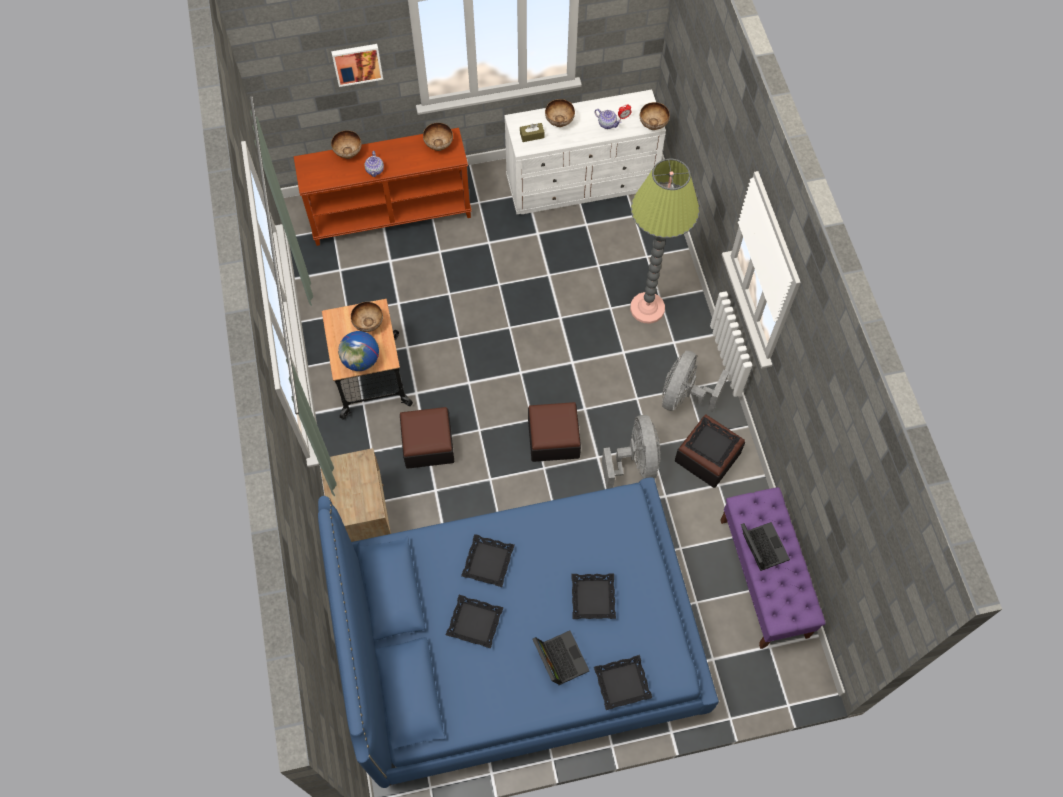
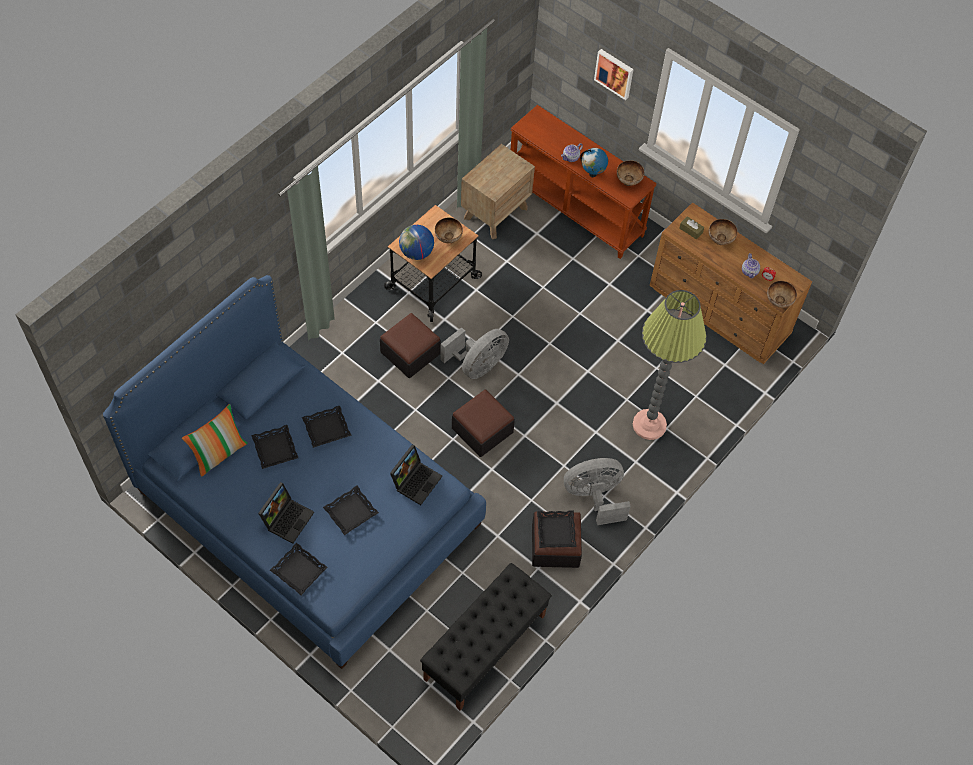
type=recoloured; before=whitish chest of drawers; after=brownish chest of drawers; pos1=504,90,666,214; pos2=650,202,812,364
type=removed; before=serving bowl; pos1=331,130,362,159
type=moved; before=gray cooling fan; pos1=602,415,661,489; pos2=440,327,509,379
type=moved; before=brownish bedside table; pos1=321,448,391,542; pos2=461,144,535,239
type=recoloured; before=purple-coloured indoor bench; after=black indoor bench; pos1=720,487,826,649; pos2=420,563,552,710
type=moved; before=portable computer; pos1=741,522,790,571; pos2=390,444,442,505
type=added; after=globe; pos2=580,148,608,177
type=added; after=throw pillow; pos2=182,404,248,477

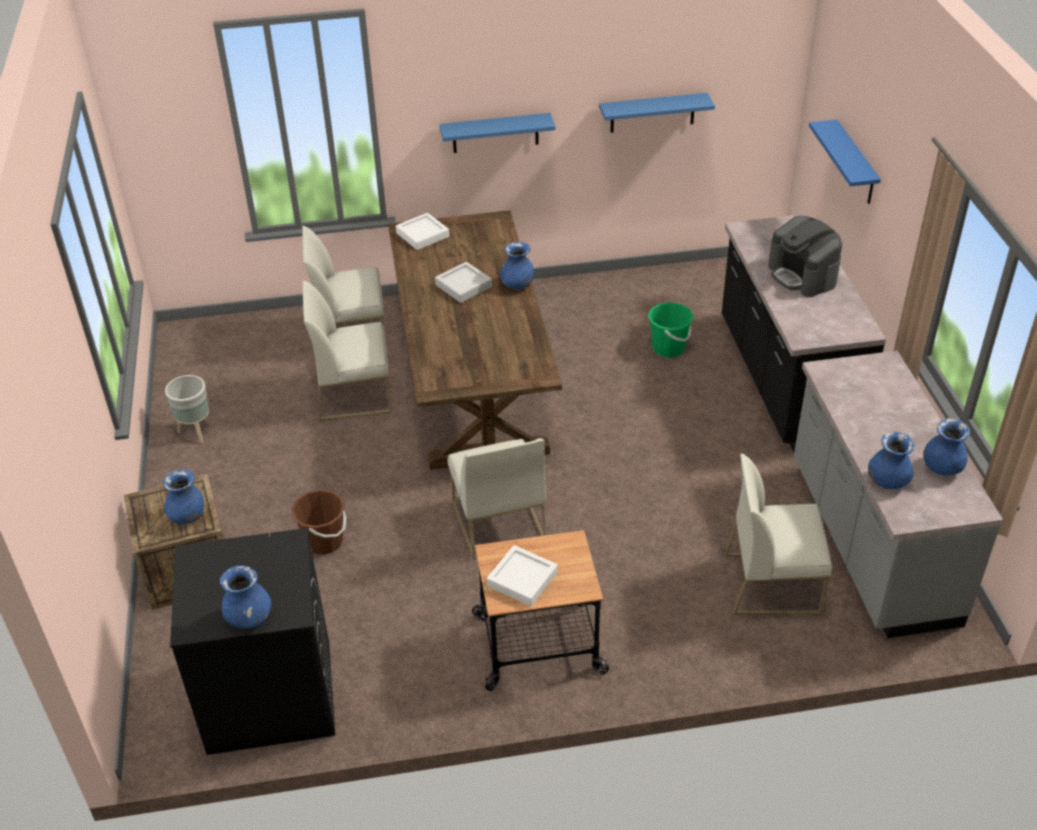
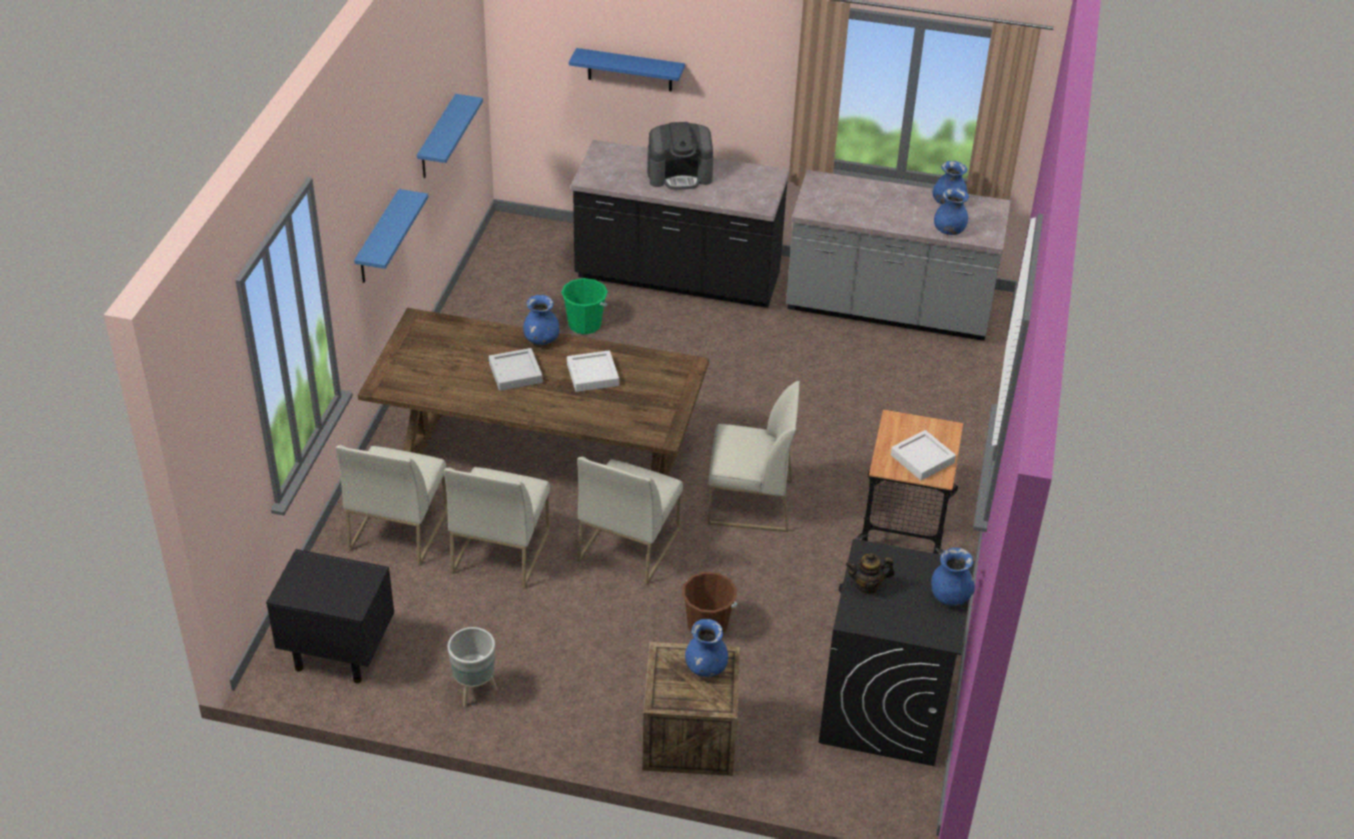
type=moved; before=whitish carrying tray; pos1=396,213,449,250; pos2=567,350,619,392
type=moved; before=whitish upright chair; pos1=725,454,832,615; pos2=577,457,683,585
type=added; after=black bedside table; pos2=266,549,394,683
type=added; after=tea pot; pos2=846,553,895,594

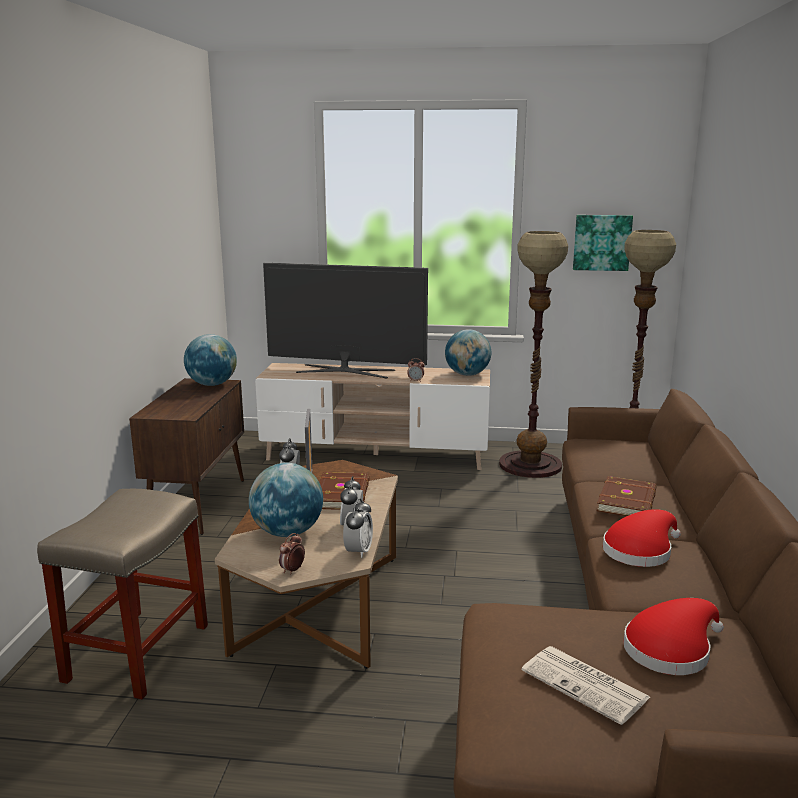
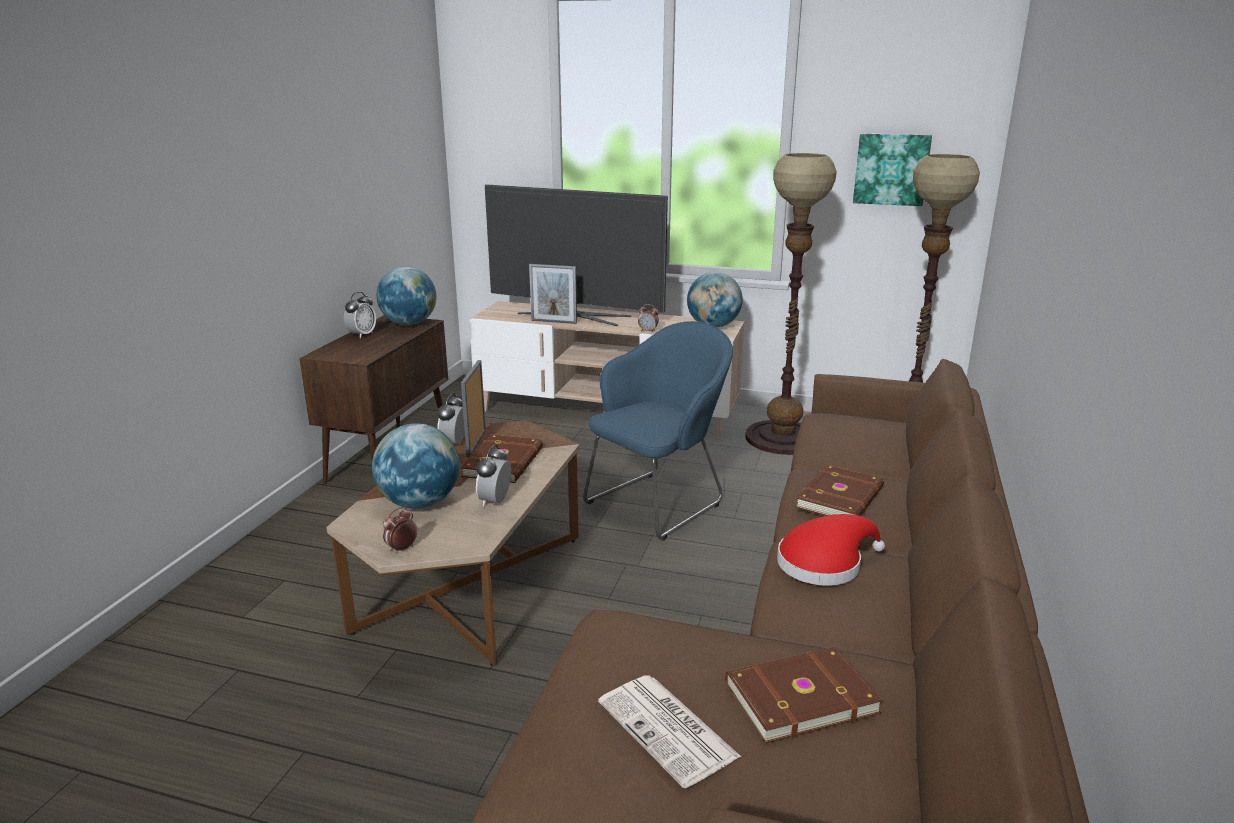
type=removed; before=beige sitting stool; pos1=37,489,208,699
type=moved; before=table clock; pos1=343,499,373,558; pos2=344,292,376,338
type=replaced; before=reddish hat; after=brownish bound book; pos1=623,598,724,675; pos2=725,647,883,744
type=added; after=picture frame; pos2=529,264,577,324
type=added; after=blue lounge chair; pos2=583,321,733,541

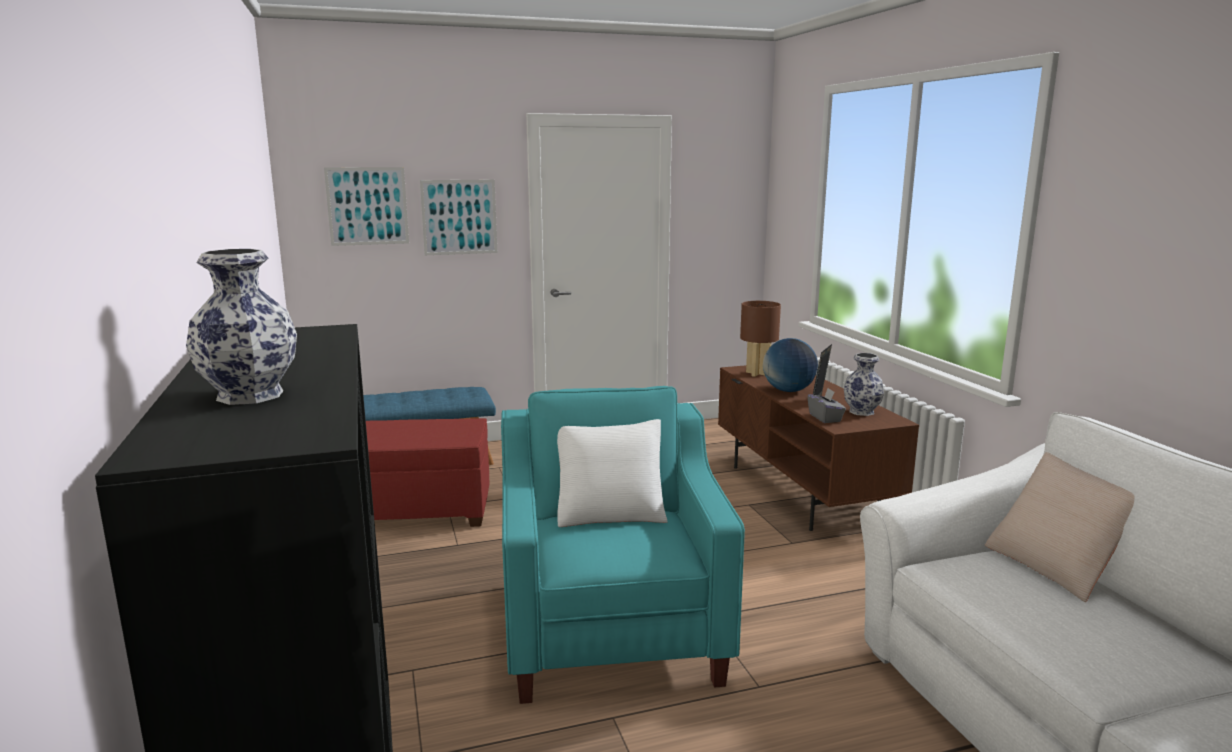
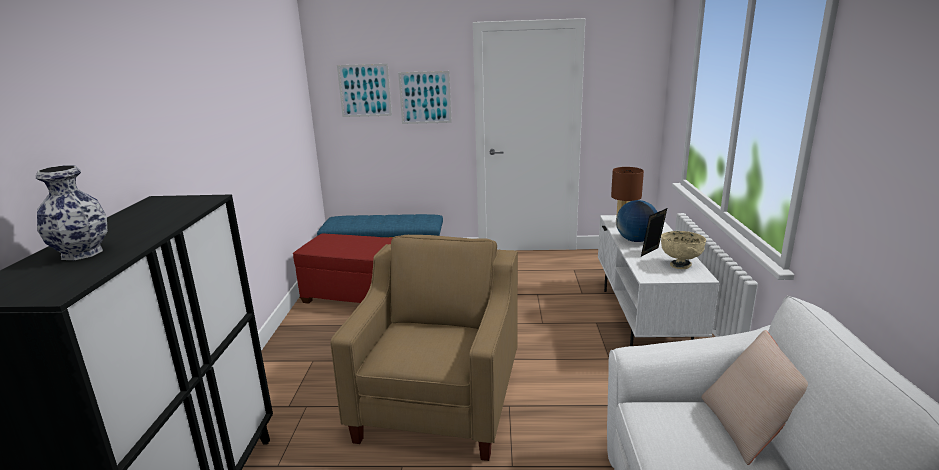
type=replaced; before=flower vase; after=beige serving bowl; pos1=844,353,884,416; pos2=661,231,706,269
type=recoloured; before=brownish tv unit; after=whitish tv unit; pos1=718,365,919,531; pos2=598,215,720,346
type=recoloured; before=turquoise-coloured lounge chair; after=beige lounge chair; pos1=501,386,745,704; pos2=330,235,518,461
type=removed; before=gray box of tissues; pos1=807,388,846,423
type=removed; before=whitish throw pillow; pos1=557,419,668,527

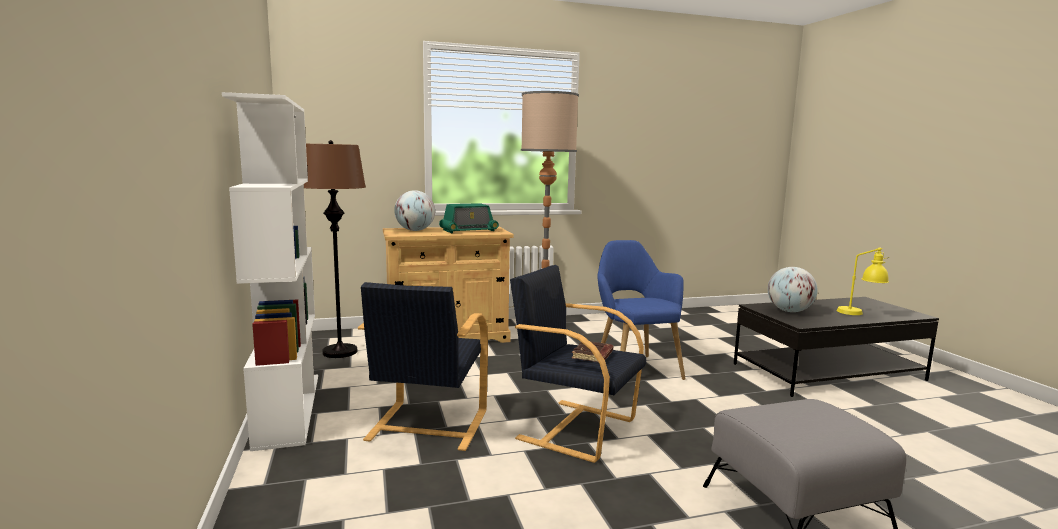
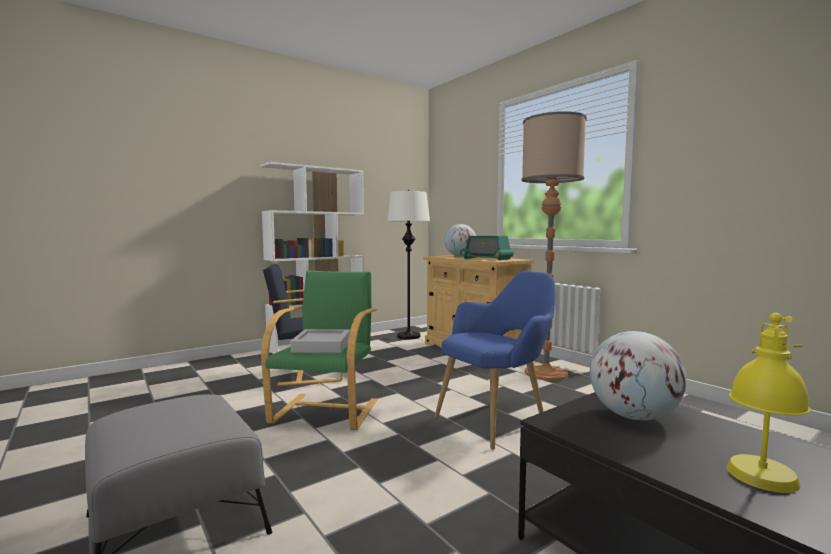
type=recoloured; before=brownish standard lamp; after=whitish standard lamp; pos1=304,140,366,358; pos2=387,190,430,340
type=recoloured; before=black lounge chair; after=green lounge chair; pos1=510,265,646,463; pos2=261,271,377,430
type=replaced; before=brownish bound book; after=gray carrying tray; pos1=572,342,613,363; pos2=290,329,350,353

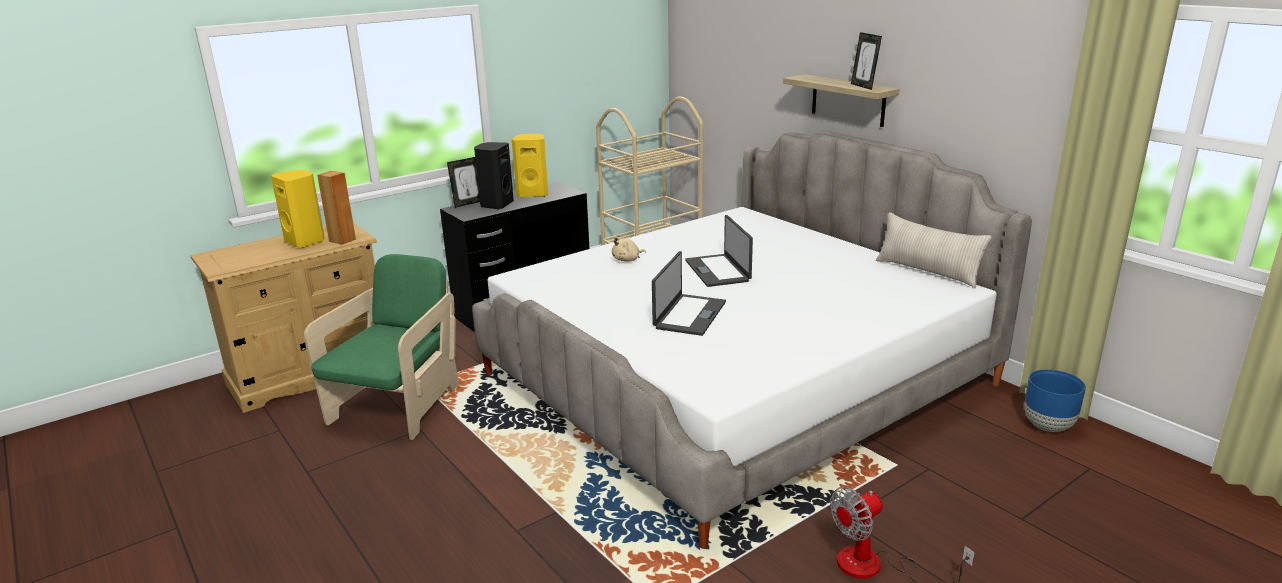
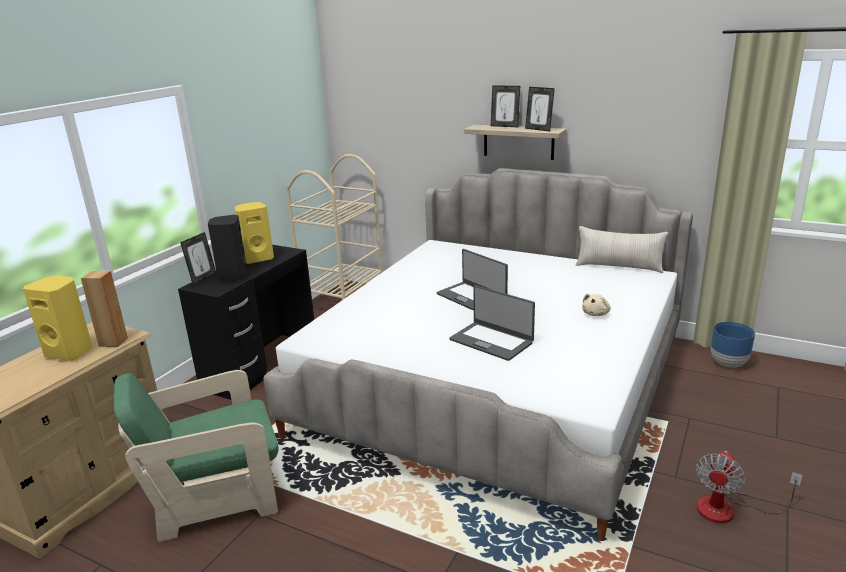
type=moved; before=beige soft toy; pos1=612,236,646,262; pos2=582,294,611,316
type=turned; before=portable computer; pos1=652,251,726,336; pos2=449,285,535,361; turn=135
type=turned; before=green lounge chair; pos1=304,254,459,440; pos2=114,370,278,542; turn=-105
type=added; after=picture frame; pos2=491,85,520,127

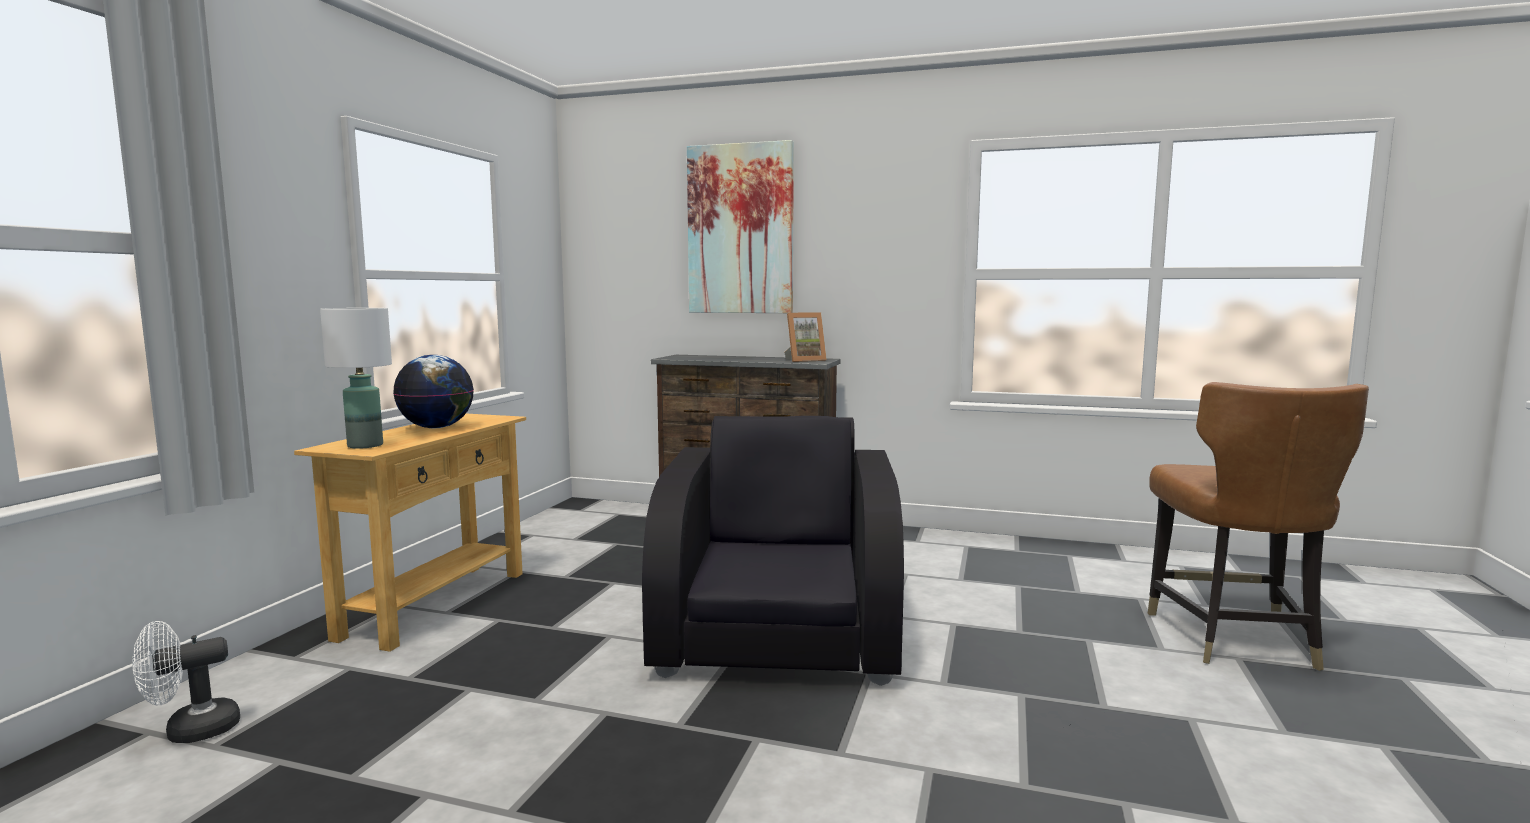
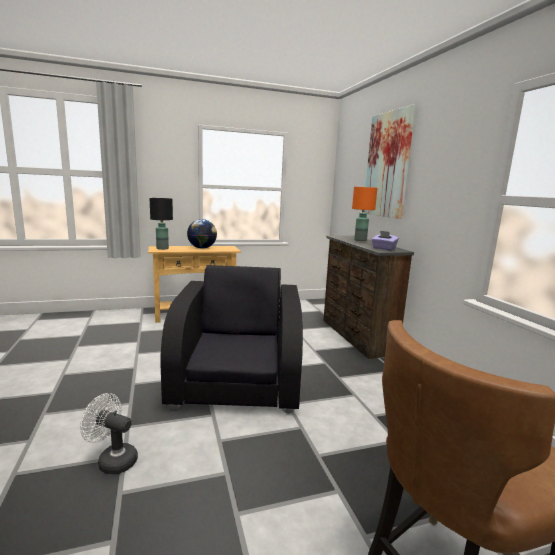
type=recoloured; before=whitish lamp for a table; after=black lamp for a table; pos1=320,308,392,449; pos2=150,198,173,250
type=replaced; before=picture frame; after=purple-coloured box of tissues; pos1=784,312,827,362; pos2=372,231,399,250
type=turned; before=black lounge chair; pos1=642,416,904,686; pos2=160,265,303,414; turn=-60
type=moved; before=whitish cooling fan; pos1=132,621,240,743; pos2=80,393,138,475
type=added; after=orange-coloured lamp for a table; pos2=352,187,377,241

